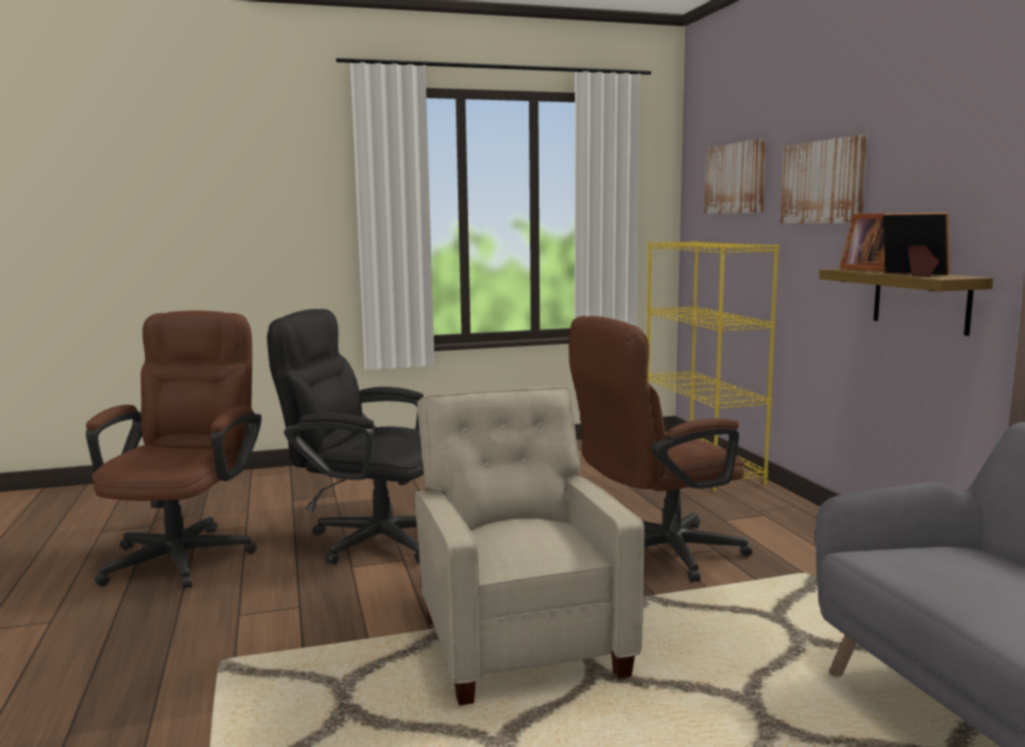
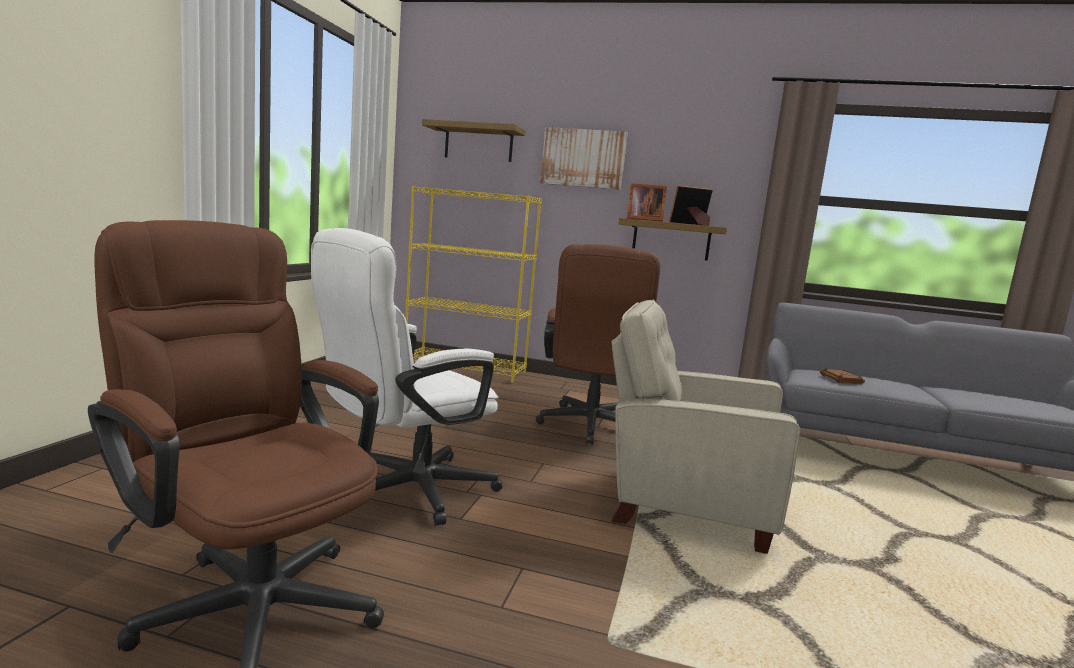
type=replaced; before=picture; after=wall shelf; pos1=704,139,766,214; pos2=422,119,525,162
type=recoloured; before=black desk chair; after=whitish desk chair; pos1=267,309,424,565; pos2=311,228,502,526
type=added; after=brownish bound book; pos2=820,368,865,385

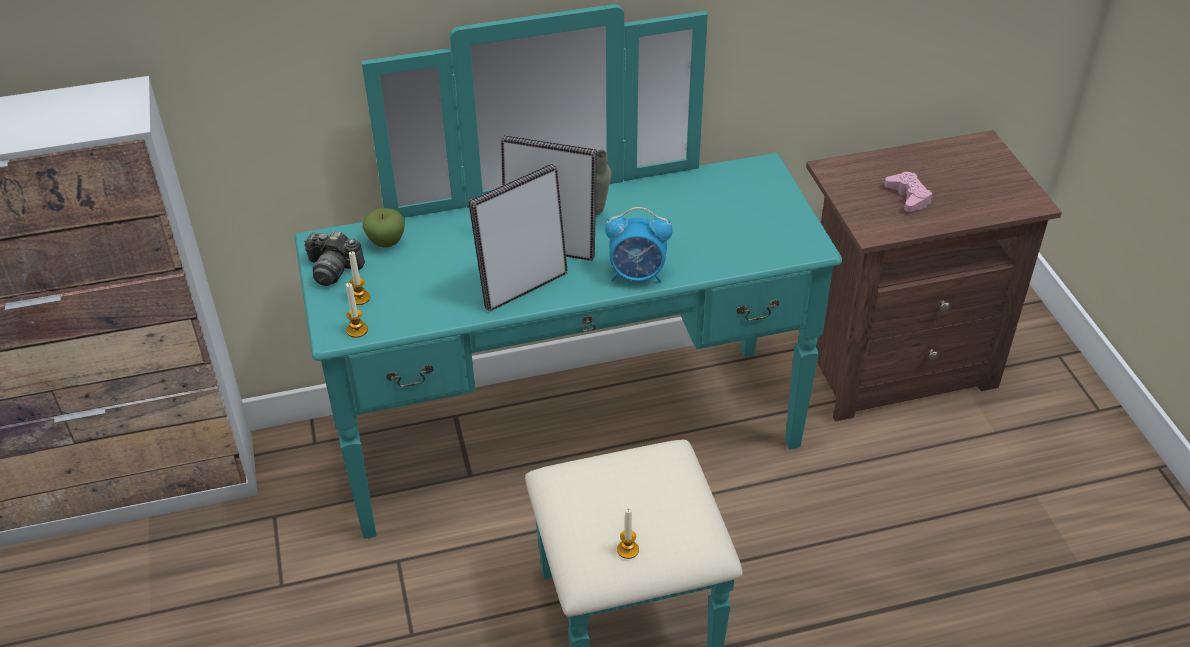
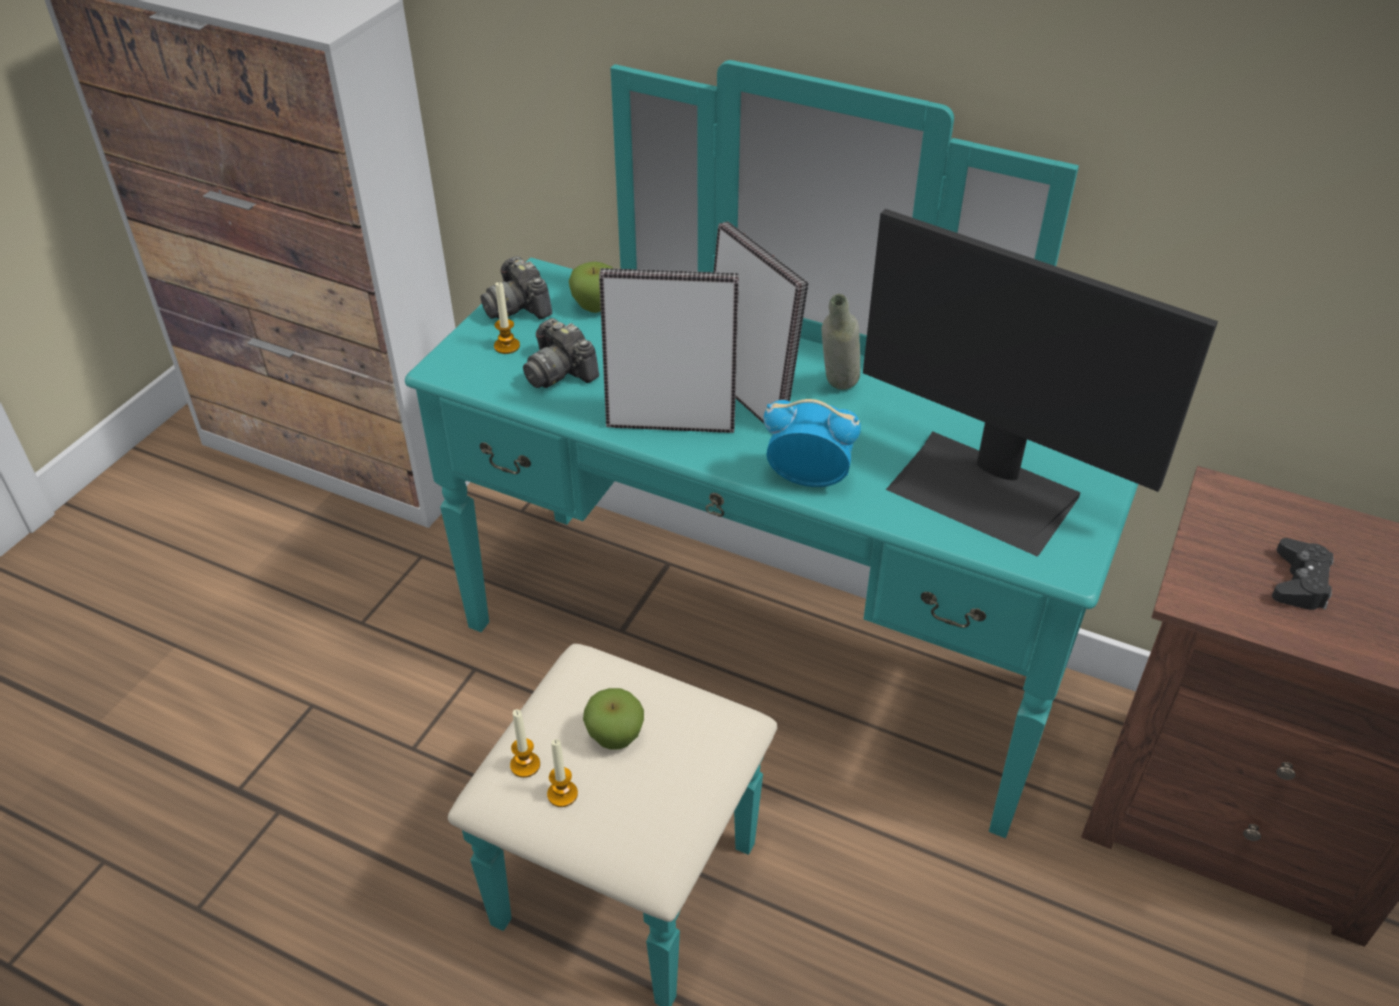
type=recoloured; before=pink-coloured joypad; after=black joypad; pos1=884,172,932,212; pos2=1272,538,1334,610
type=turned; before=table clock; pos1=605,207,673,283; pos2=764,399,861,487; turn=150
type=moved; before=candle; pos1=346,283,368,338; pos2=510,709,540,778
type=added; after=computer screen; pos2=863,209,1218,557
type=added; after=still camera; pos2=523,318,599,388
type=added; after=whole apple; pos2=583,688,644,750

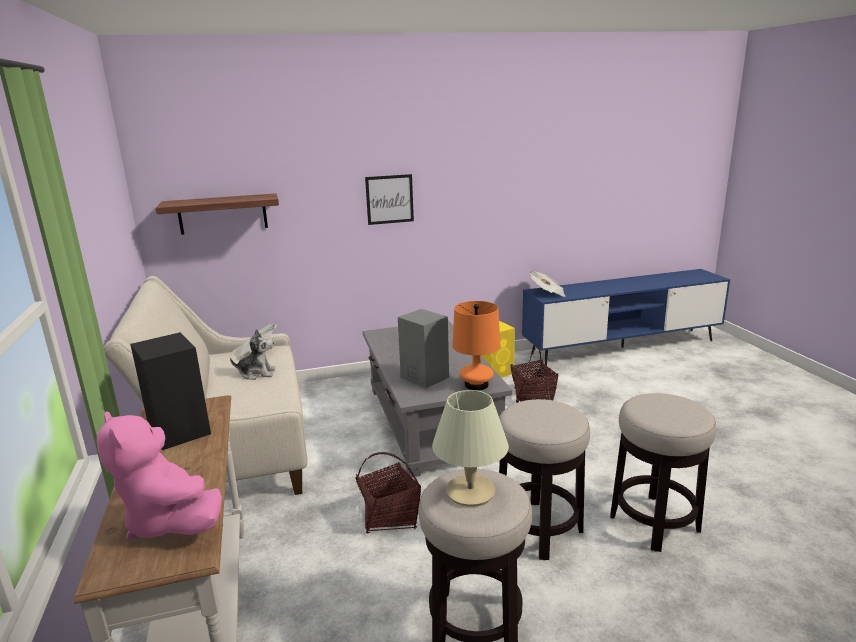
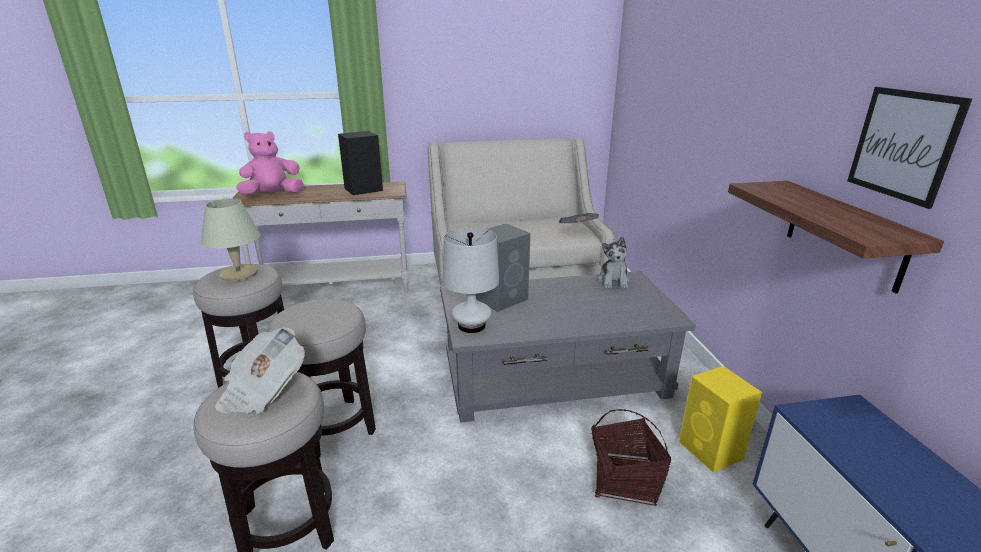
type=moved; before=picture; pos1=365,174,414,225; pos2=847,87,972,209
type=moved; before=wall shelf; pos1=156,193,279,235; pos2=728,181,944,293
type=moved; before=newspaper; pos1=528,271,565,297; pos2=215,327,305,414
type=recoloured; before=orange-coloured lamp for a table; after=whitish lamp for a table; pos1=453,301,500,391; pos2=443,228,499,333
type=moved; before=soft toy; pos1=230,329,275,380; pos2=598,237,629,289
type=removed; before=storage basket; pos1=356,452,421,533

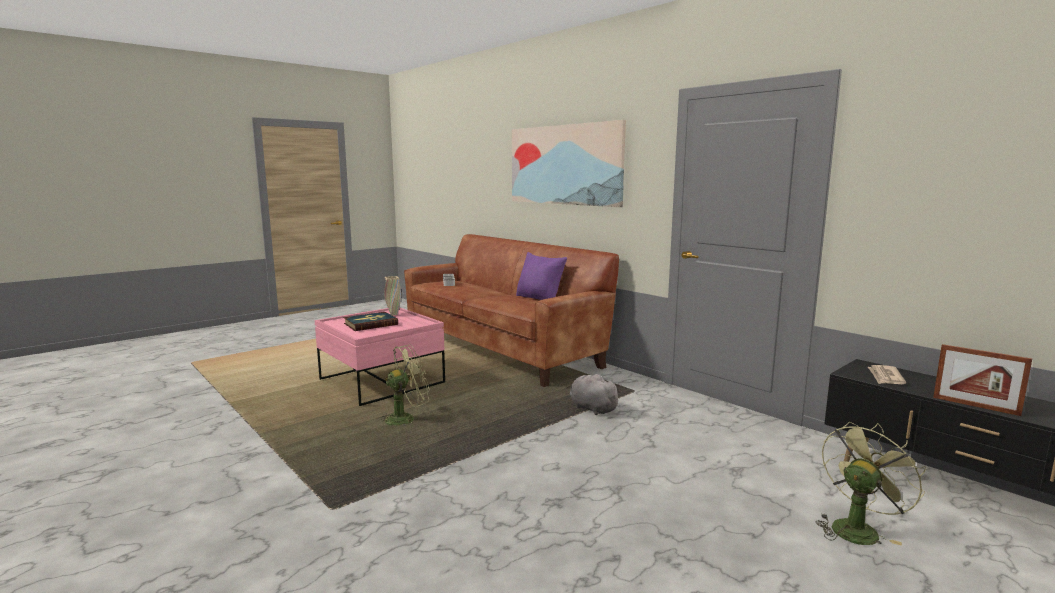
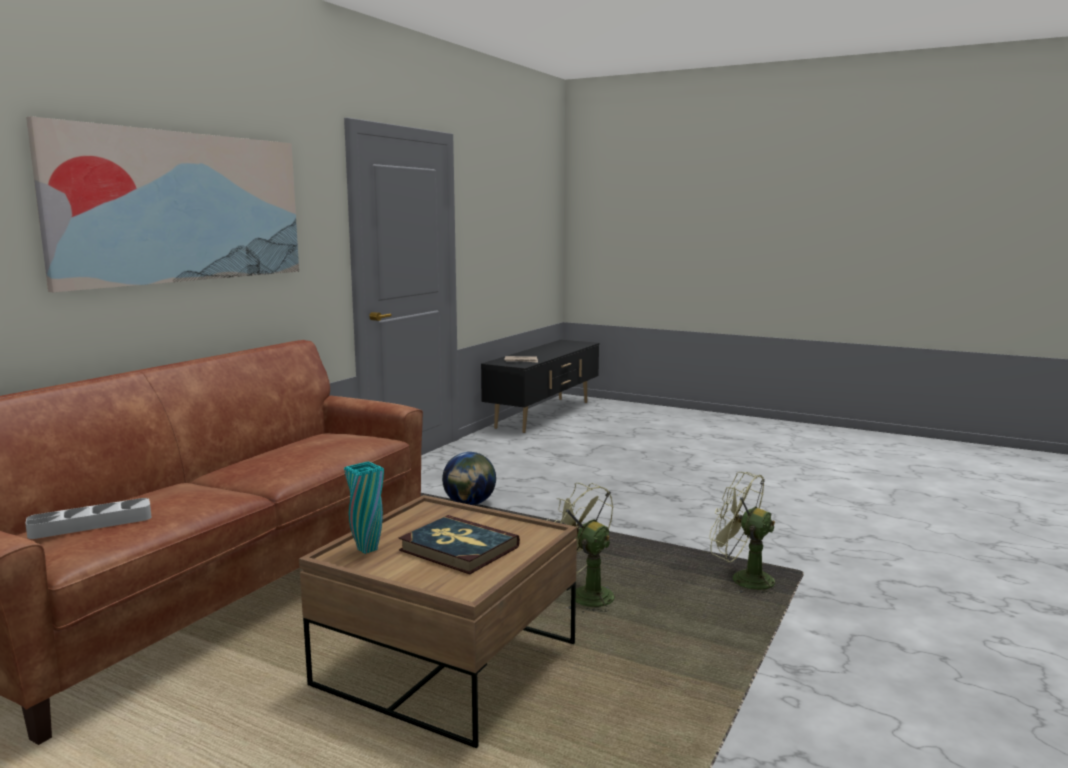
type=removed; before=purple-coloured throw pillow; pos1=516,252,567,300
type=recoloured; before=beige flower vase; after=turquoise-coloured flower vase; pos1=384,276,401,315; pos2=344,461,384,554
type=recoloured; before=pink-coloured lounge table; after=brownish lounge table; pos1=315,307,445,406; pos2=299,495,577,748
type=removed; before=picture frame; pos1=933,344,1032,416
type=replaced; before=gray soft toy; after=globe; pos1=570,374,622,415; pos2=442,452,496,505
type=moved; before=green cooling fan; pos1=816,422,926,546; pos2=710,472,777,596

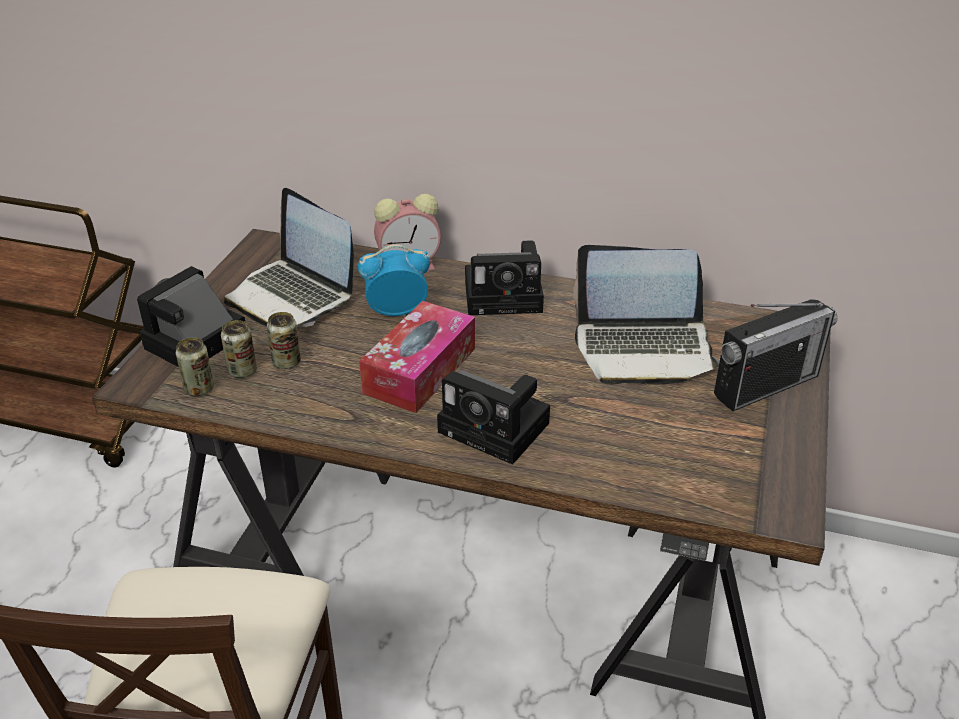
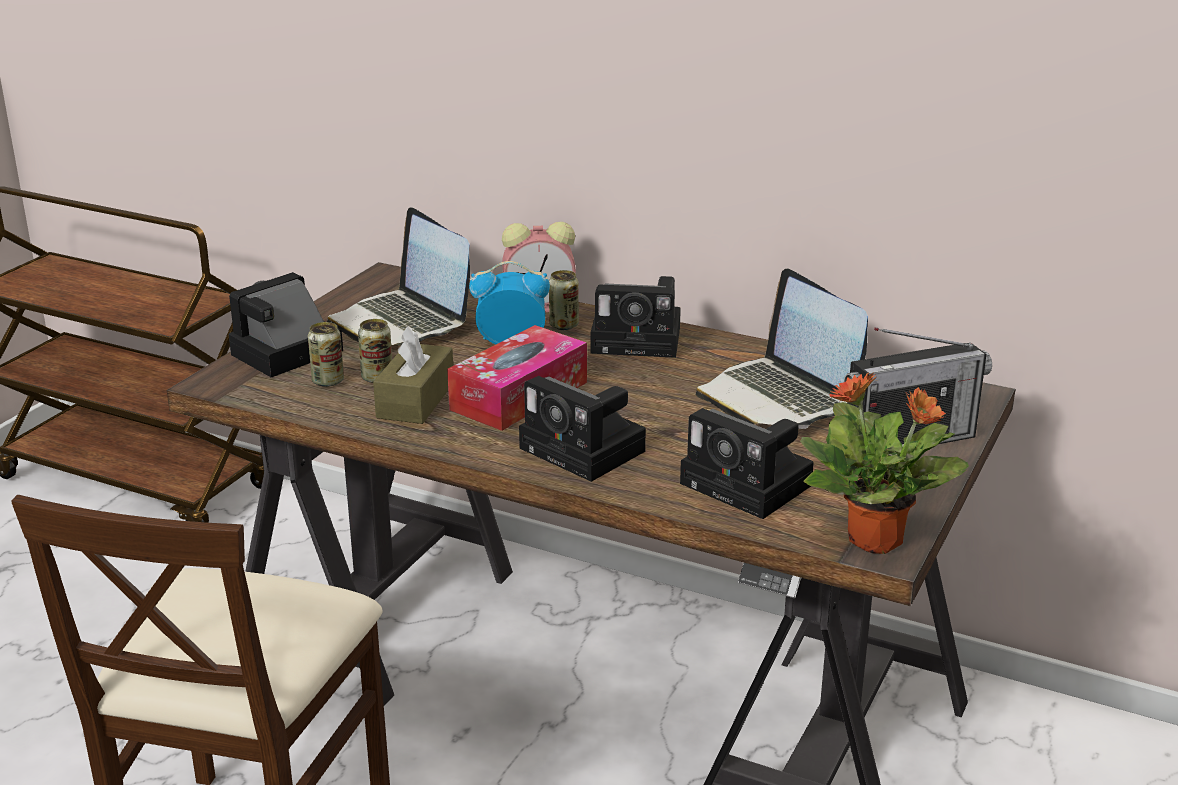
type=turned; before=portable computer; pos1=573,245,720,385; pos2=696,268,868,429; turn=45
type=moved; before=can; pos1=176,337,214,396; pos2=549,270,579,330
type=added; after=brownish box of tissues; pos2=373,327,453,424
type=added; after=plant in a pot; pos2=800,372,969,554
type=added; after=still camera; pos2=680,408,814,519

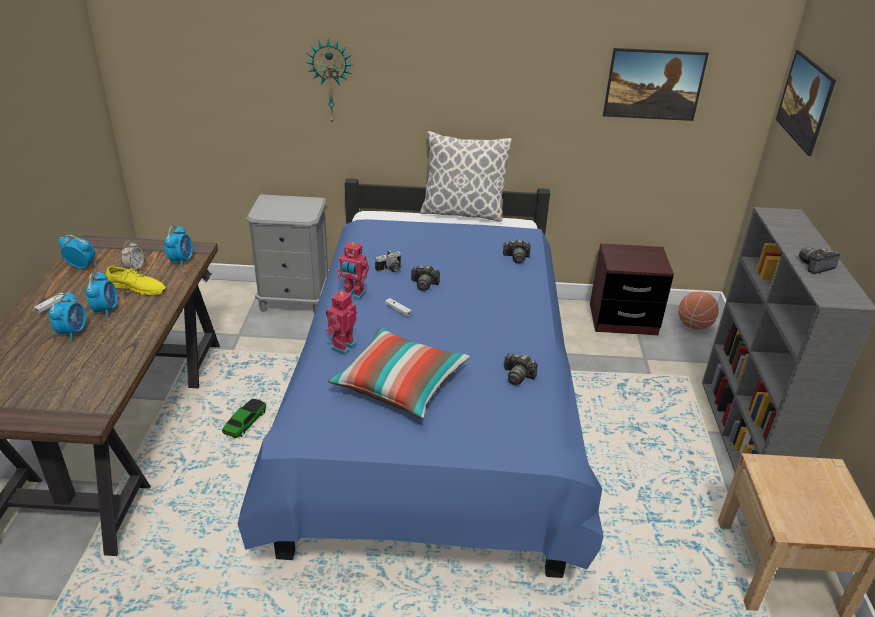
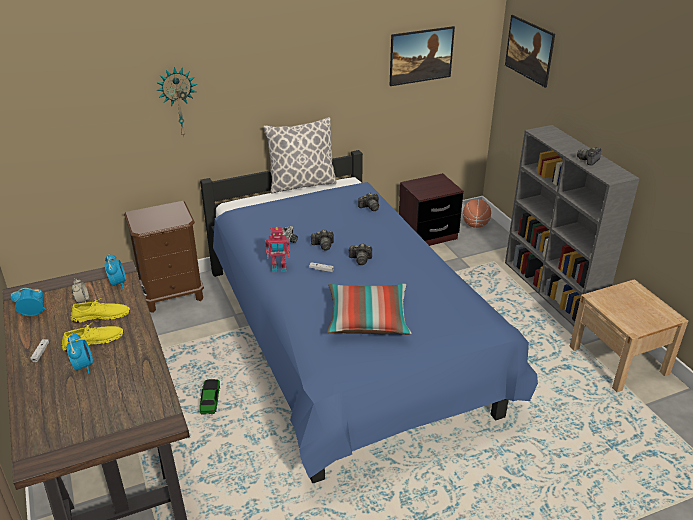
type=recoloured; before=gray bedside table; after=brownish bedside table; pos1=246,194,328,314; pos2=124,201,204,313
type=replaced; before=table clock; after=yellow-coloured item of footwear; pos1=85,271,118,318; pos2=62,322,123,352
type=removed; before=model robot; pos1=326,289,357,355
type=moved; before=still camera; pos1=504,353,538,385; pos2=348,243,372,265

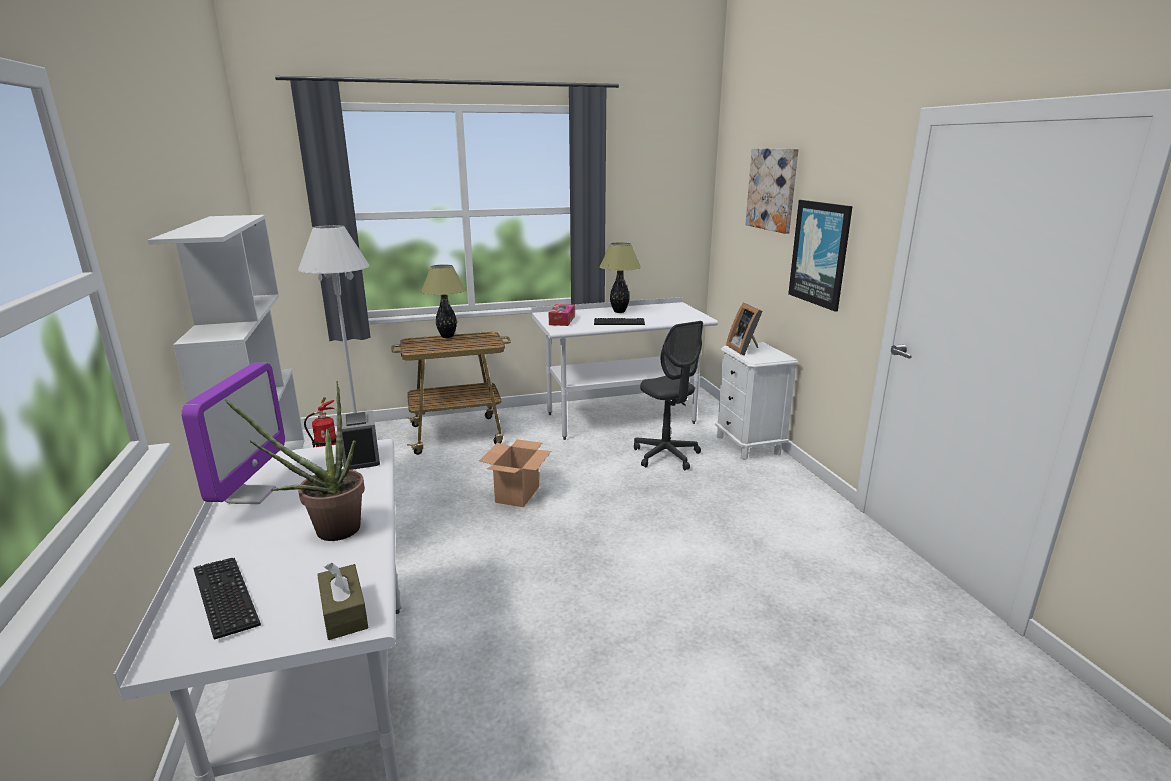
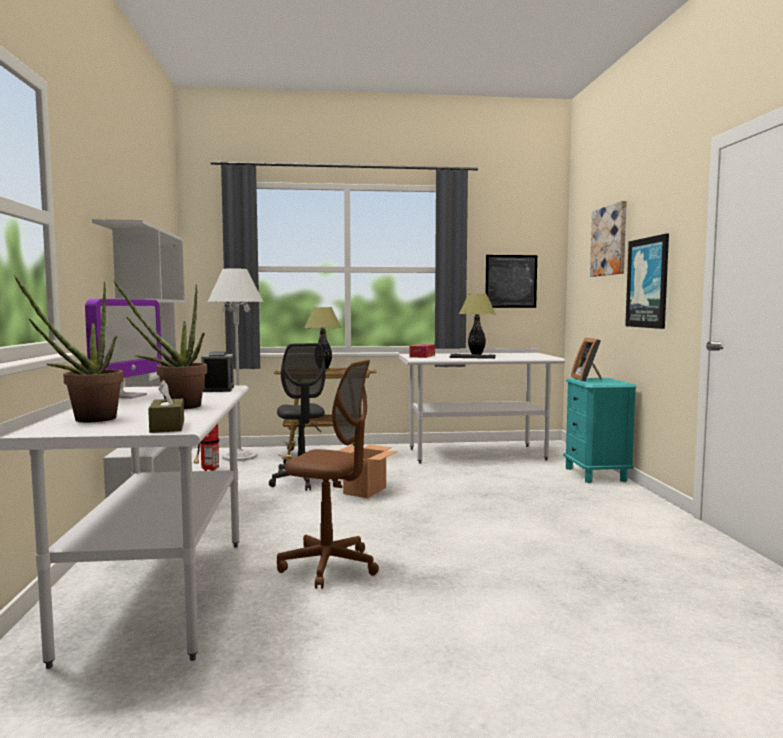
type=moved; before=gray desk chair; pos1=634,321,703,470; pos2=269,343,336,491
type=recoloured; before=whitish bedside table; after=turquoise-coloured bedside table; pos1=715,342,798,460; pos2=563,378,637,483
type=replaced; before=PC keyboard; after=plant in a pot; pos1=193,558,261,640; pos2=14,275,124,422
type=added; after=picture; pos2=485,255,537,308
type=added; after=brownish desk chair; pos2=277,360,379,589

